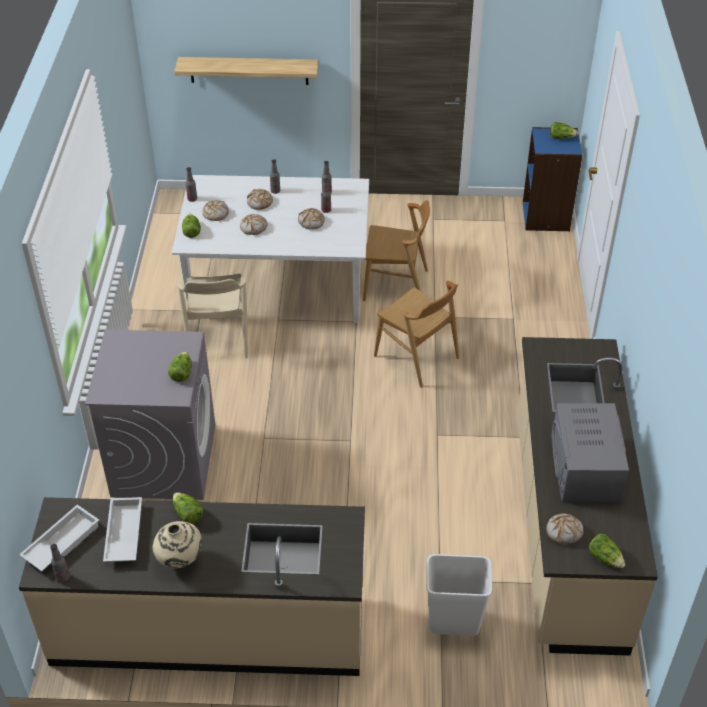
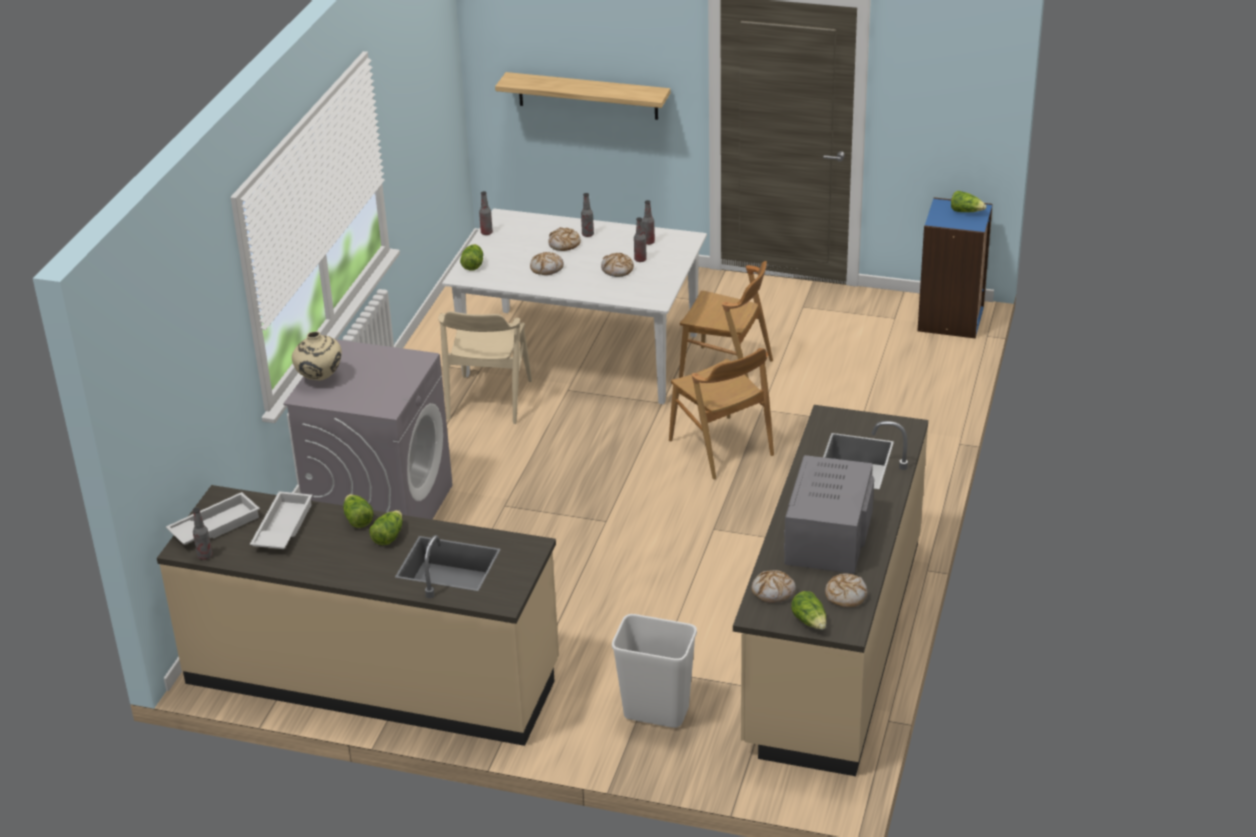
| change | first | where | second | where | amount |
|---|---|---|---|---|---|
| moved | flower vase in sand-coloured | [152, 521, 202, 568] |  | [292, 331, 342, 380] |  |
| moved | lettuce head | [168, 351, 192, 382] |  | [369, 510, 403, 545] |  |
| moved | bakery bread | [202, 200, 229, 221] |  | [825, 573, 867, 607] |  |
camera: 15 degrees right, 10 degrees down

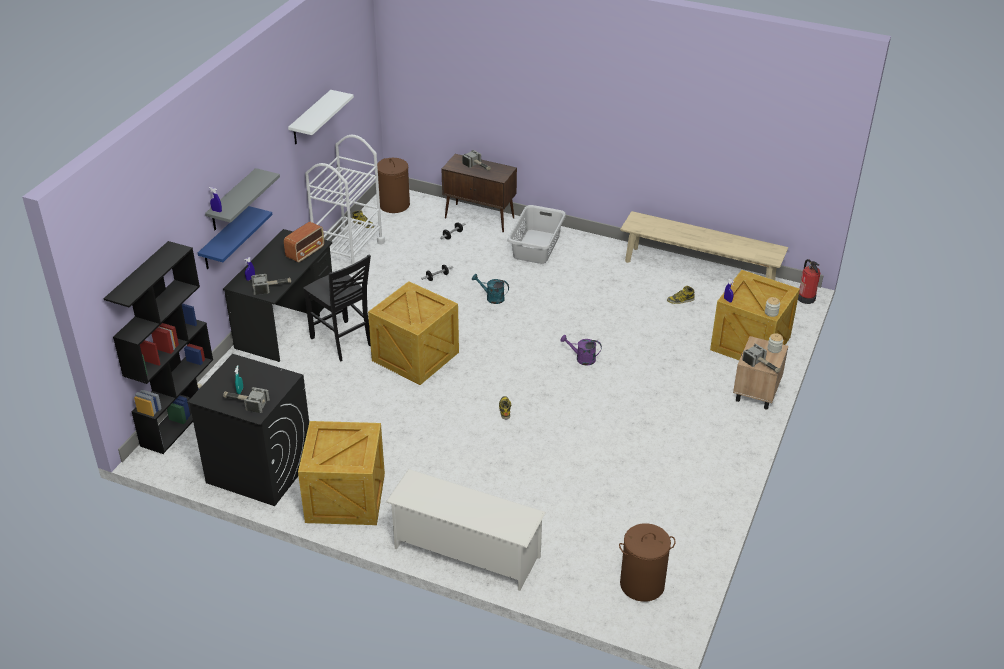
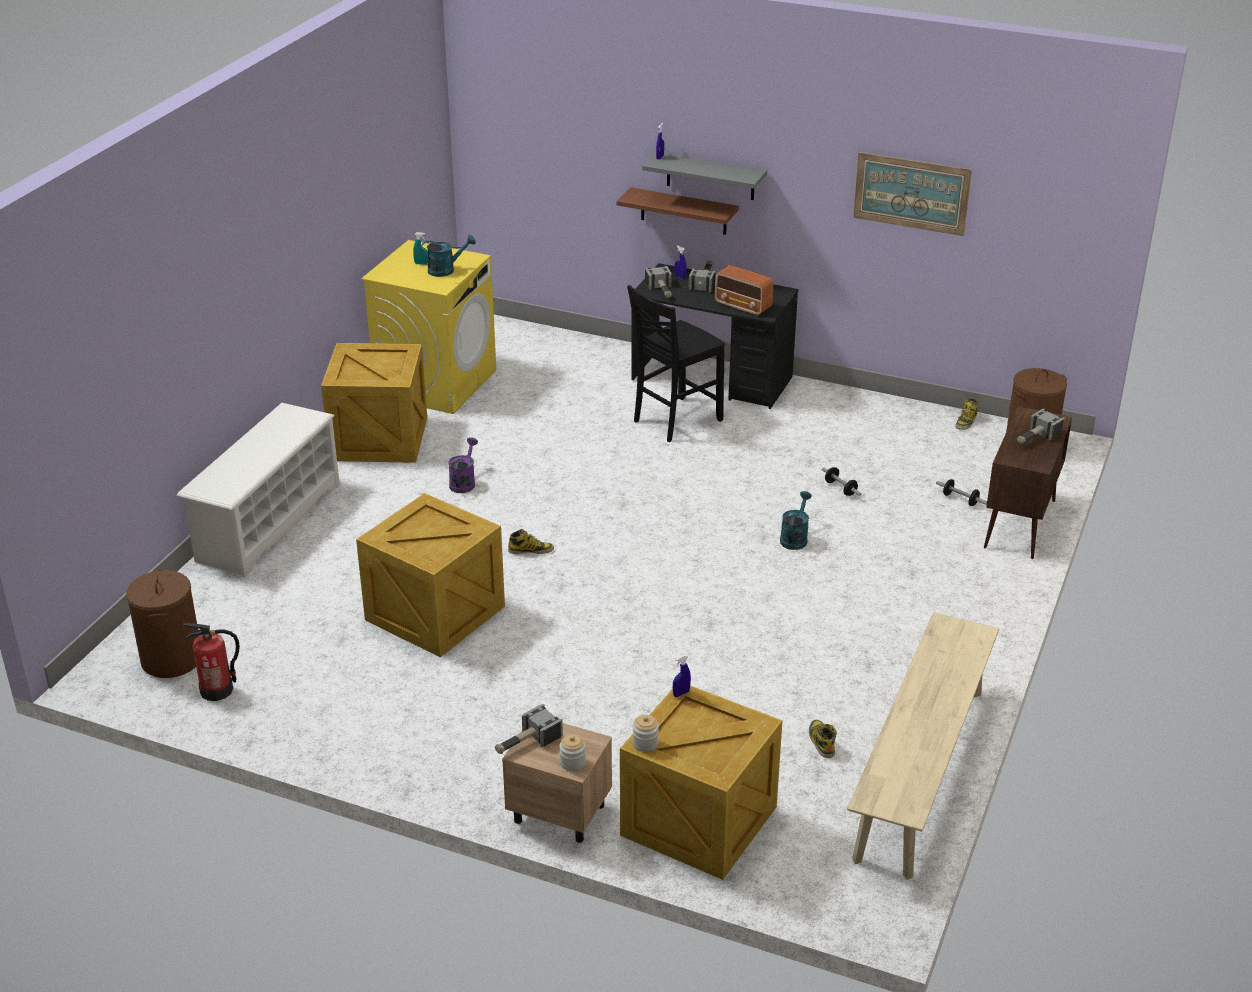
| change | first | where | second | where | amount |
|---|---|---|---|---|---|
| removed | bookshelf in black-coloured | [103, 241, 213, 454] |  |  |  |
| recoloured | washing machine in black-coloured | [187, 354, 309, 506] | washing machine in yellow-coloured | [361, 240, 496, 414] |  |
| recoloured | bracket shelf in blue | [198, 206, 272, 269] | bracket shelf in brown | [616, 188, 739, 235] |  |
| moved | hand hammer | [223, 387, 270, 413] |  | [689, 261, 715, 292] |  |
| replaced | bracket shelf in whitish | [288, 90, 354, 144] | picture | [853, 152, 972, 236] |  |
| removed | wheeled cart in whitish | [305, 135, 385, 275] |  |  |  |
| moved | shipping crate | [368, 281, 459, 385] |  | [356, 493, 505, 657] |  |
| removed | hamper in grey | [507, 205, 566, 264] |  |  |  |
| moved | watering pot in purple | [560, 335, 602, 366] |  | [448, 437, 478, 493] |  |
| moved | fire-fighting cylinder | [798, 259, 821, 304] |  | [184, 623, 240, 701] |  |
| added |  |  | watering pot in turquoise-coloured | [420, 235, 476, 277] |  |
camera: 90 degrees right, 5 degrees down

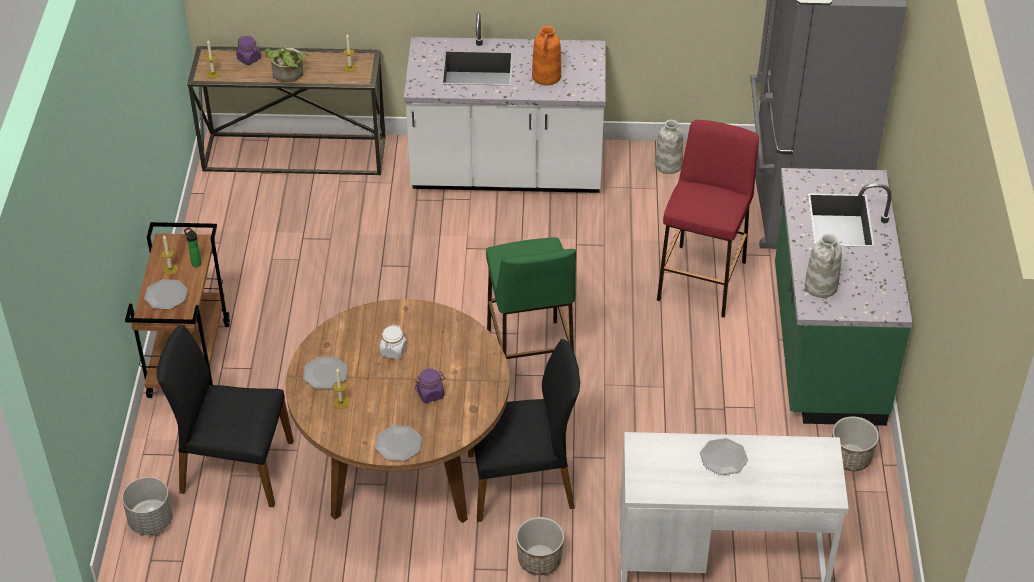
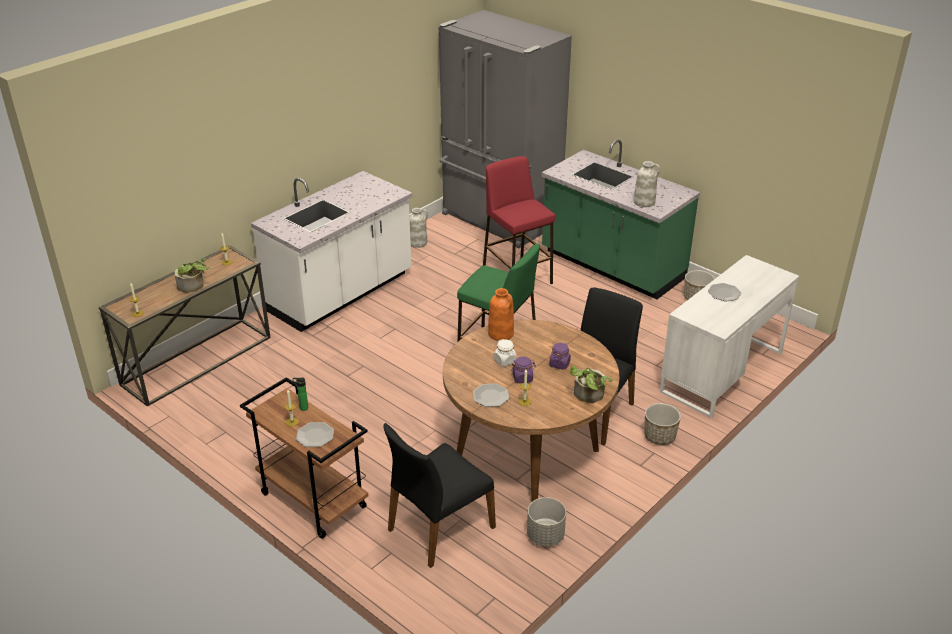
| change | first | where | second | where | amount |
|---|---|---|---|---|---|
| moved | planter in grey | [122, 477, 173, 535] |  | [527, 497, 566, 547] |  |
| moved | storage jar in purple | [236, 36, 261, 65] |  | [511, 356, 536, 383] |  |
| replaced | plate | [375, 425, 422, 461] | houseplant | [570, 366, 613, 403] |  |
| moved | flower vase in orange-coloured | [532, 26, 561, 85] |  | [488, 288, 514, 341] |  |
camera: 50 degrees left, 10 degrees down

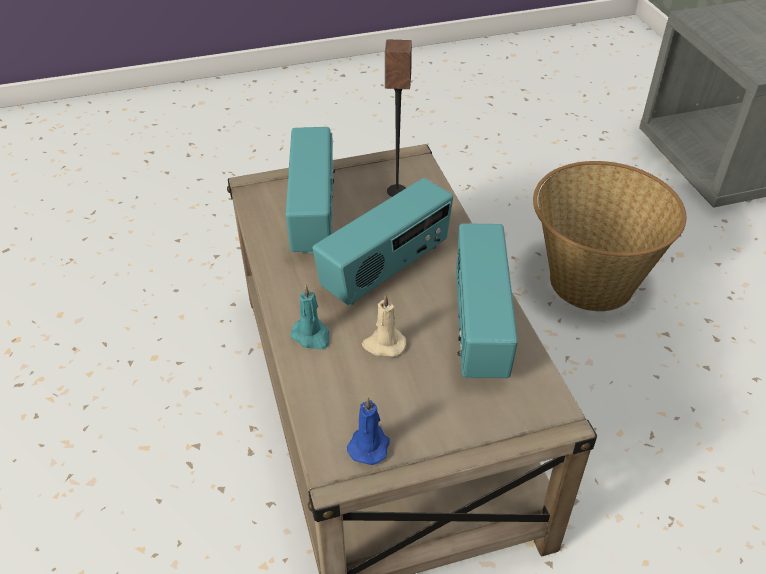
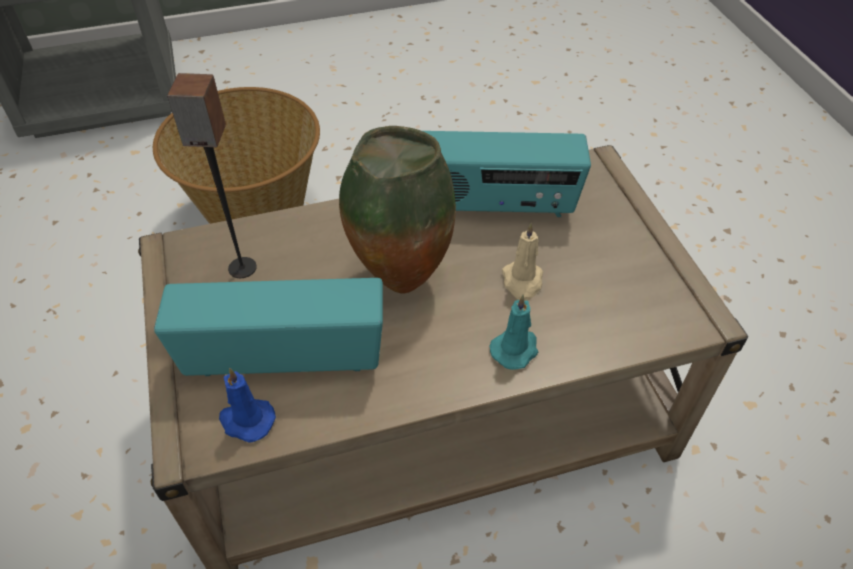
| change | first | where | second | where | amount |
|---|---|---|---|---|---|
| replaced | radio | [313, 178, 453, 306] | flower vase | [339, 126, 456, 293] |  |
| moved | candle in blue | [347, 397, 390, 465] |  | [219, 368, 276, 443] |  |
camera: 90 degrees left, 5 degrees up

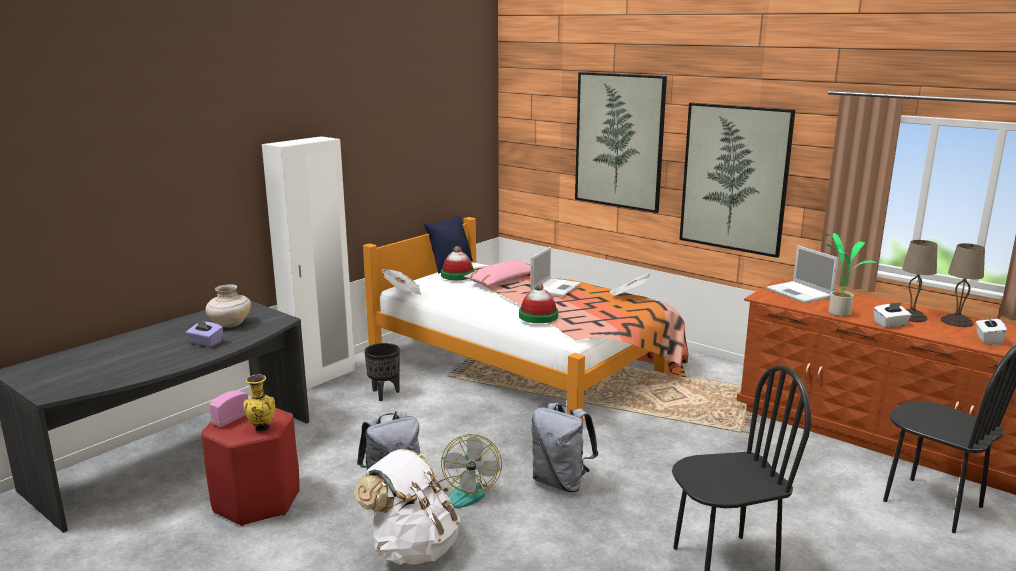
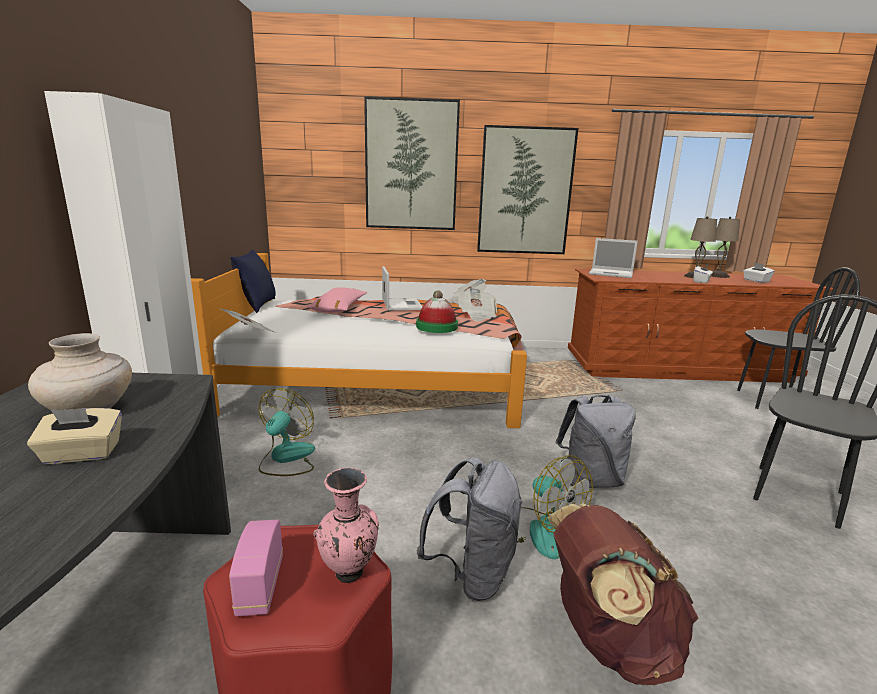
| change | first | where | second | where | amount |
|---|---|---|---|---|---|
| recoloured | box of tissues in purple | [186, 320, 223, 347] | box of tissues in sand-coloured | [27, 408, 122, 464] |  |
| recoloured | flower vase in yellow-coloured | [243, 374, 275, 431] | flower vase in pink | [313, 468, 379, 583] |  |
| recoloured | rucksack in whitish | [354, 449, 460, 565] | rucksack in brown | [548, 503, 699, 685] |  |
| replaced | planter in black-coloured | [364, 343, 400, 401] | electric fan | [259, 388, 315, 476] |  |
| removed | clothing hat | [441, 246, 475, 280] |  |  |  |
| removed | houseplant | [826, 233, 876, 317] |  |  |  |
| added |  |  | daily paper | [457, 288, 497, 322] |  |
camera: 40 degrees left, 0 degrees up

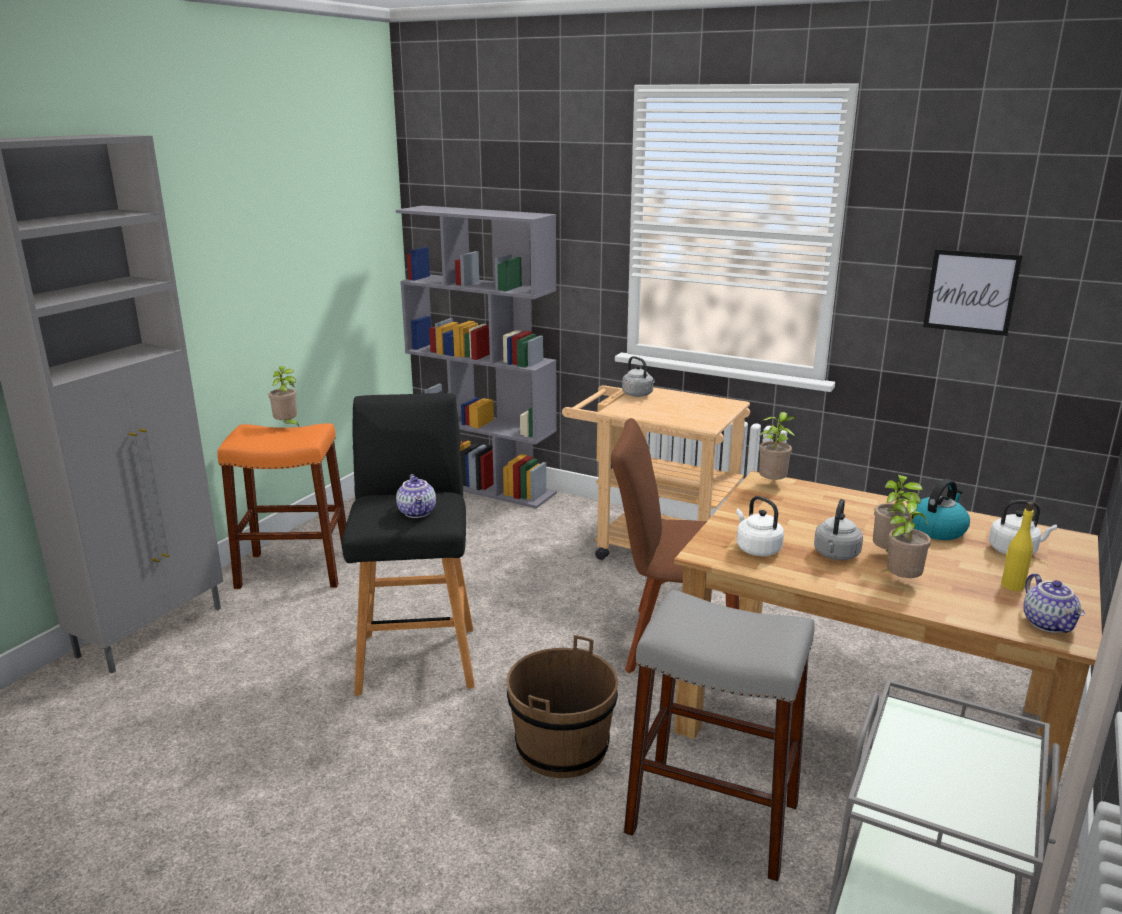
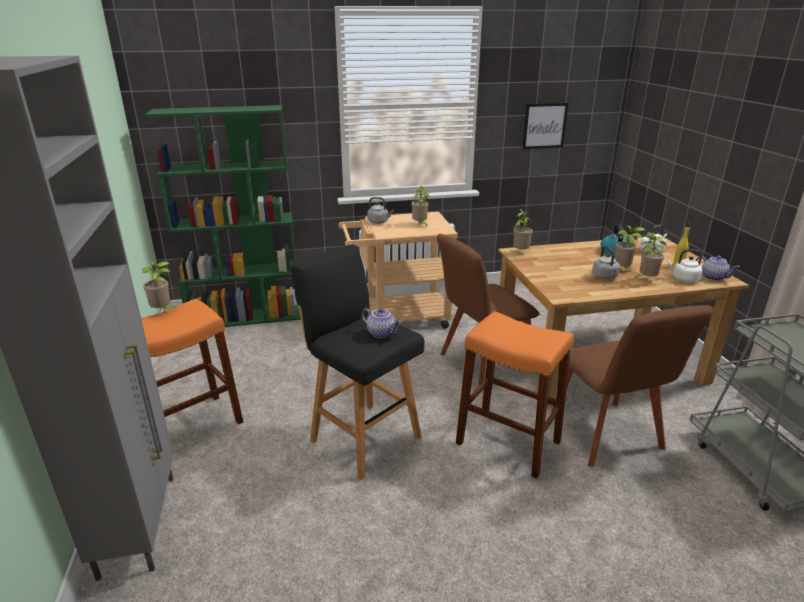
| change | first | where | second | where | amount |
|---|---|---|---|---|---|
| recoloured | bookshelf in grey | [396, 205, 557, 509] | bookshelf in green | [145, 105, 301, 327] |  |
| replaced | bucket in brown | [506, 635, 618, 778] | stool seat in orange-coloured | [456, 311, 574, 479] |  |
| replaced | stool seat in grey | [624, 590, 815, 882] | chair in brown | [551, 305, 713, 467] |  |
| moved | tea kettle in whitish | [736, 496, 784, 556] |  | [667, 249, 703, 283] |  |
| added |  |  | houseplant | [411, 186, 429, 226] |  |
camera: 40 degrees left, 5 degrees up

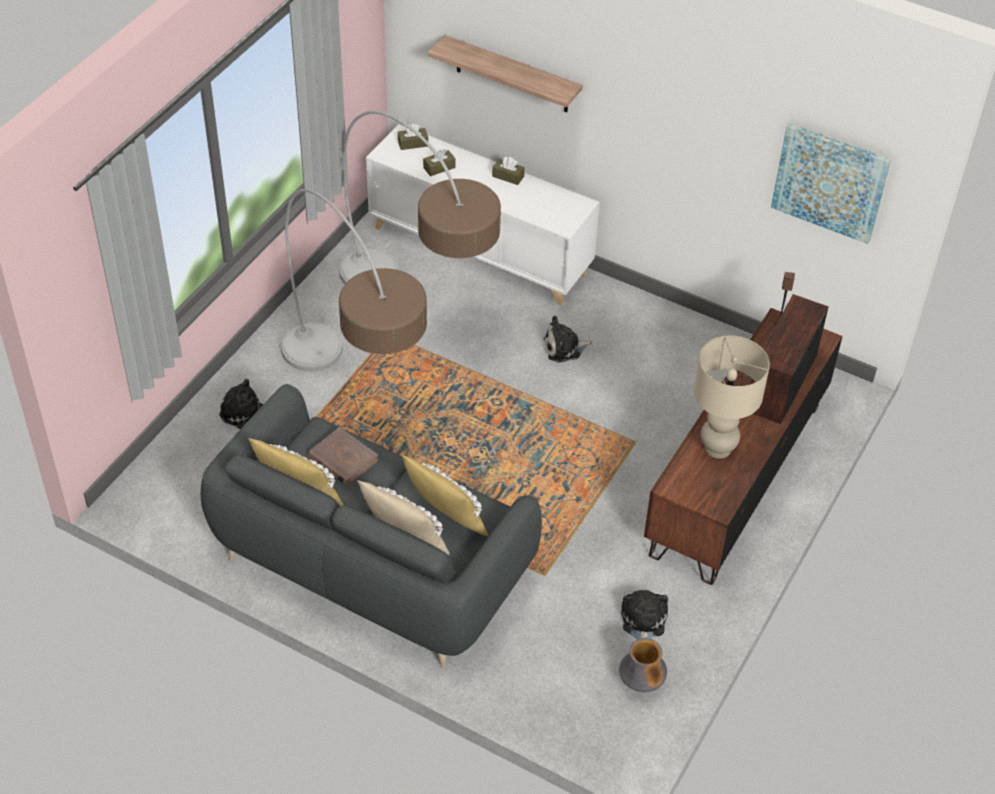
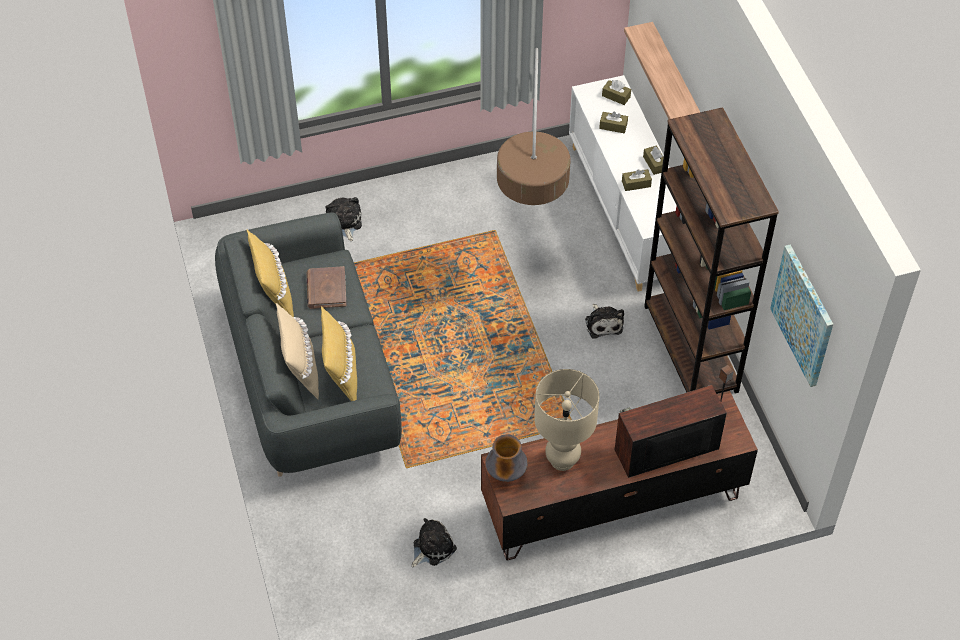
| change | first | where | second | where | amount |
|---|---|---|---|---|---|
| removed | standing lamp | [281, 189, 427, 371] |  |  |  |
| turned | cuddly toy | [544, 315, 592, 362] |  | [585, 304, 624, 339] | 135 degrees counterclockwise |
| moved | flower vase | [619, 638, 667, 692] |  | [486, 434, 528, 482] |  |
| added |  |  | box of tissues in brown | [622, 169, 652, 191] |  |
| added |  |  | bookshelf in brown | [644, 107, 779, 394] |  |
camera: 45 degrees right, 5 degrees up

